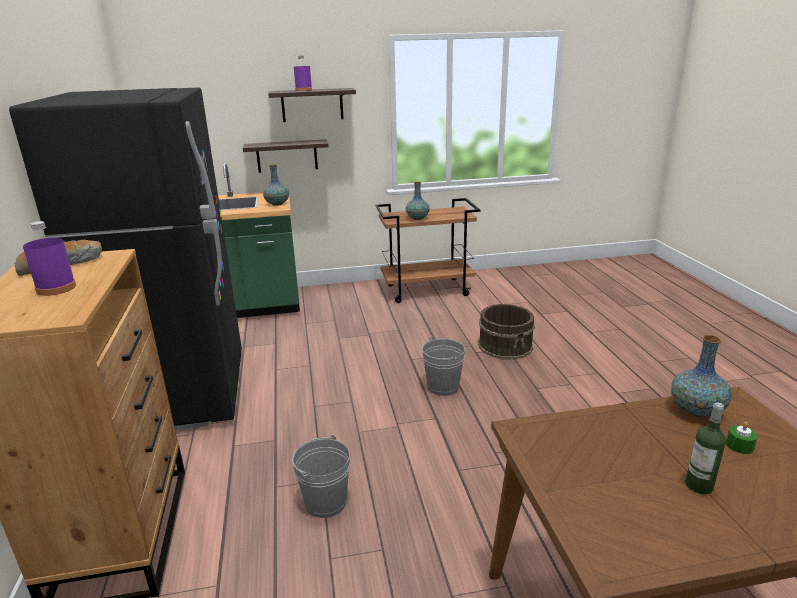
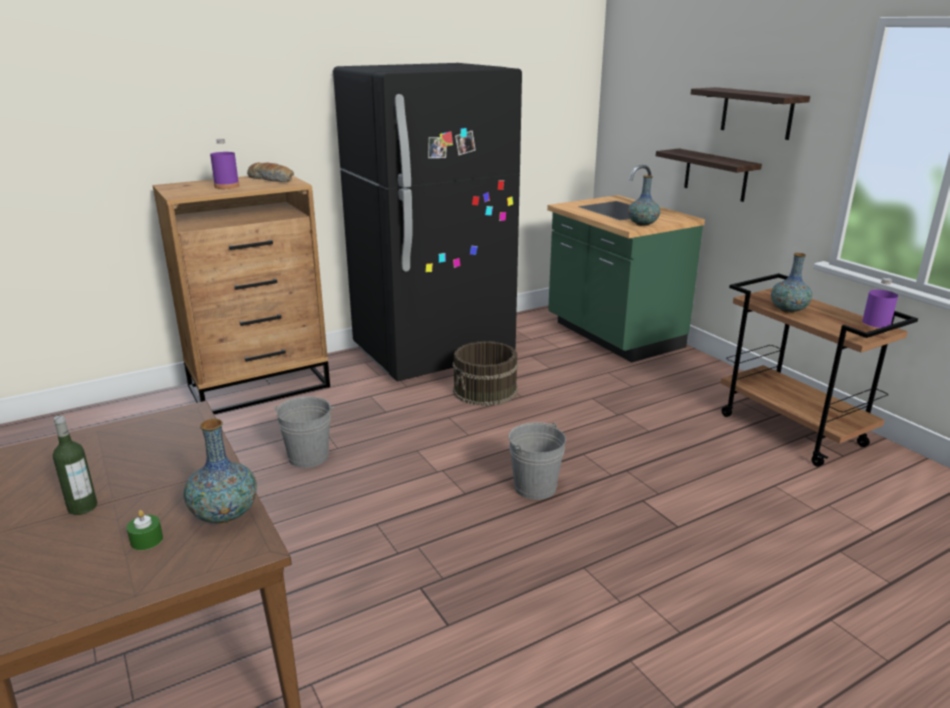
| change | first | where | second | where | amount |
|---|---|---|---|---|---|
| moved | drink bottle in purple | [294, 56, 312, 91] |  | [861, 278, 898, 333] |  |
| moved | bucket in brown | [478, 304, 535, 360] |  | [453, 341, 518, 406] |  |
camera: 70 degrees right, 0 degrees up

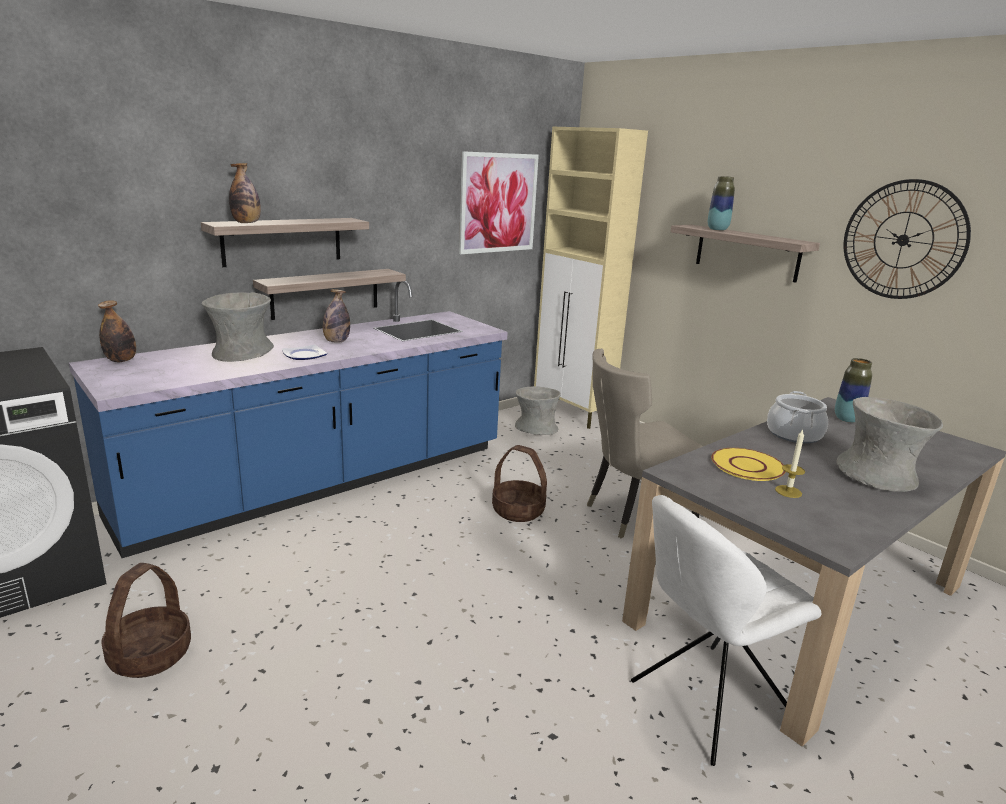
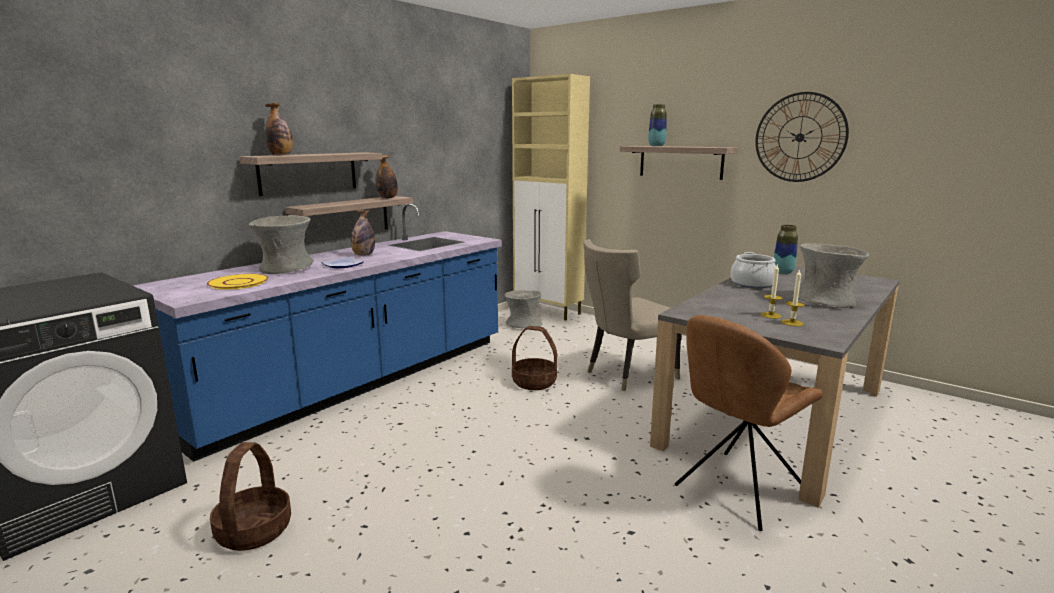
| change | first | where | second | where | amount |
|---|---|---|---|---|---|
| moved | drink bottle | [98, 300, 136, 362] |  | [375, 155, 398, 199] |  |
| removed | picture | [459, 151, 539, 254] |  |  |  |
| recoloured | chair in whitish | [631, 495, 821, 766] | chair in brown | [675, 315, 823, 531] |  |
| moved | plate in yellow-coloured | [711, 448, 785, 481] |  | [207, 274, 268, 290] |  |
| added |  |  | candle | [781, 269, 805, 326] |  |
camera: 10 degrees left, 5 degrees down

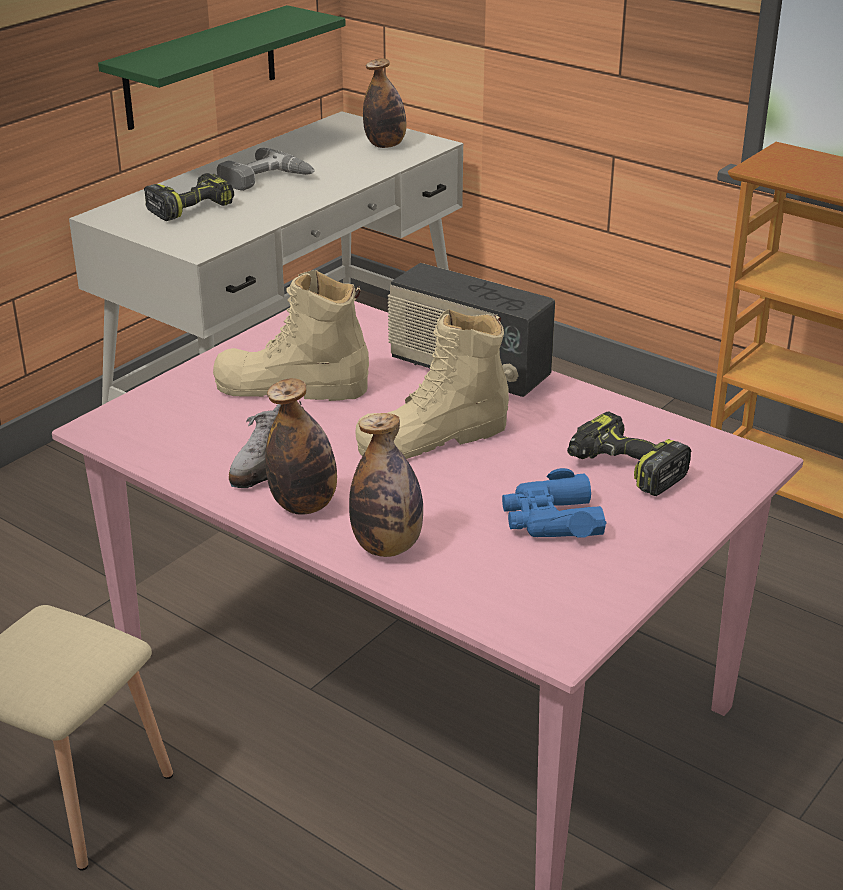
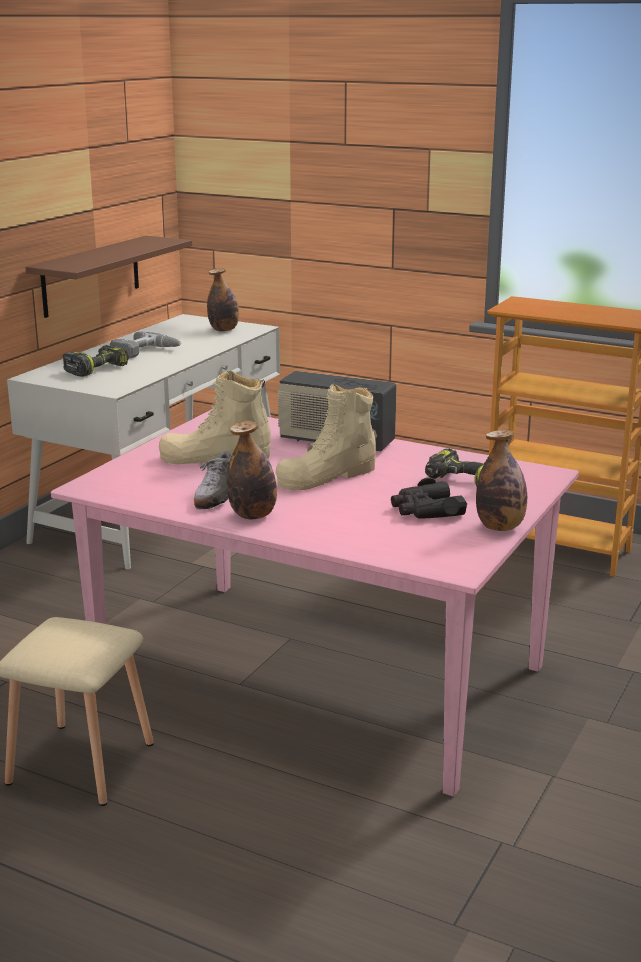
| change | first | where | second | where | amount |
|---|---|---|---|---|---|
| recoloured | bracket shelf in green | [98, 5, 346, 130] | bracket shelf in brown | [25, 236, 192, 318] |  |
| moved | drink bottle | [349, 413, 423, 557] |  | [476, 430, 527, 531] |  |
| recoloured | field glasses in blue | [502, 468, 607, 538] | field glasses in black-coloured | [391, 477, 467, 519] |  |
camera: 10 degrees left, 10 degrees down

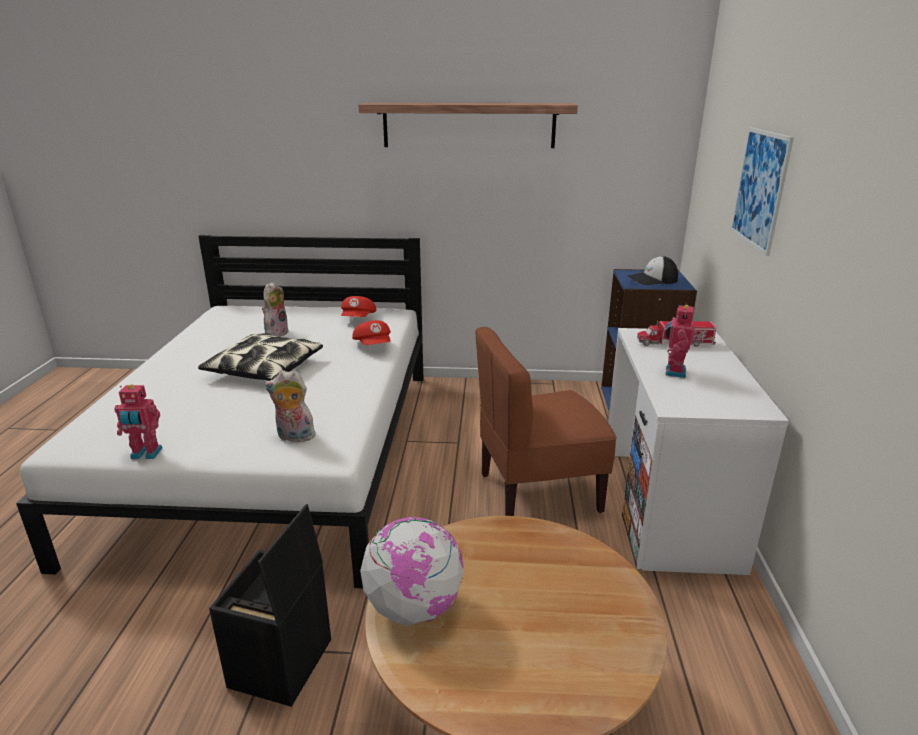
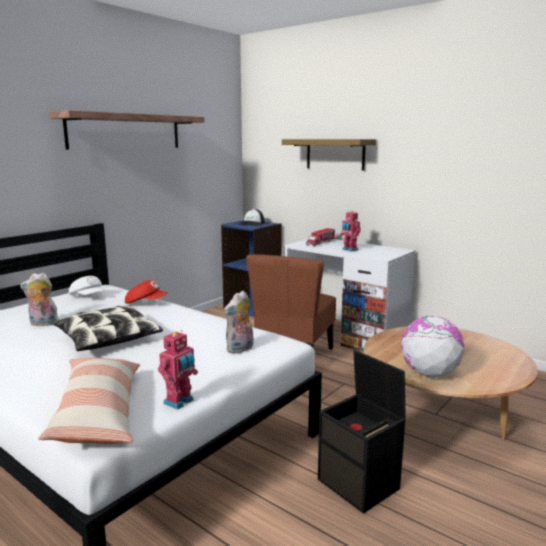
| change | first | where | second | where | amount |
|---|---|---|---|---|---|
| turned | cuddly toy | [262, 282, 289, 337] |  | [20, 273, 59, 326] | 60 degrees counterclockwise |
| recoloured | peaked cap in reddish | [341, 296, 376, 317] | peaked cap in whitish | [69, 276, 104, 295] |  |
| replaced | picture | [730, 127, 794, 256] | bracket shelf | [282, 139, 376, 170] |  |
| added |  |  | throw pillow | [38, 357, 140, 444] |  |
camera: 55 degrees left, 10 degrees down

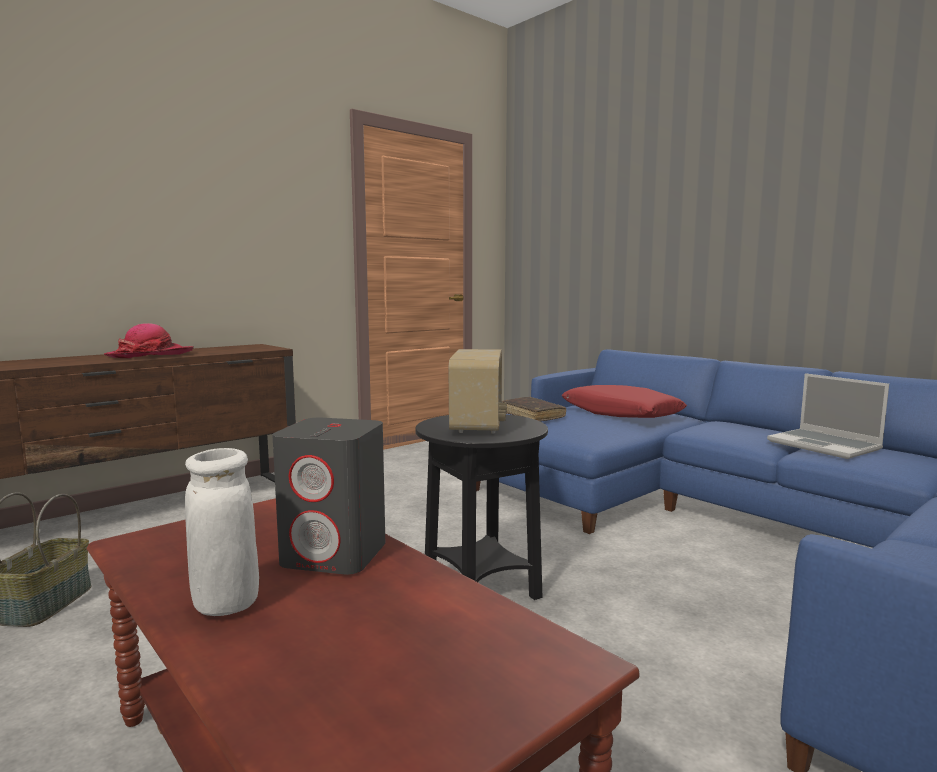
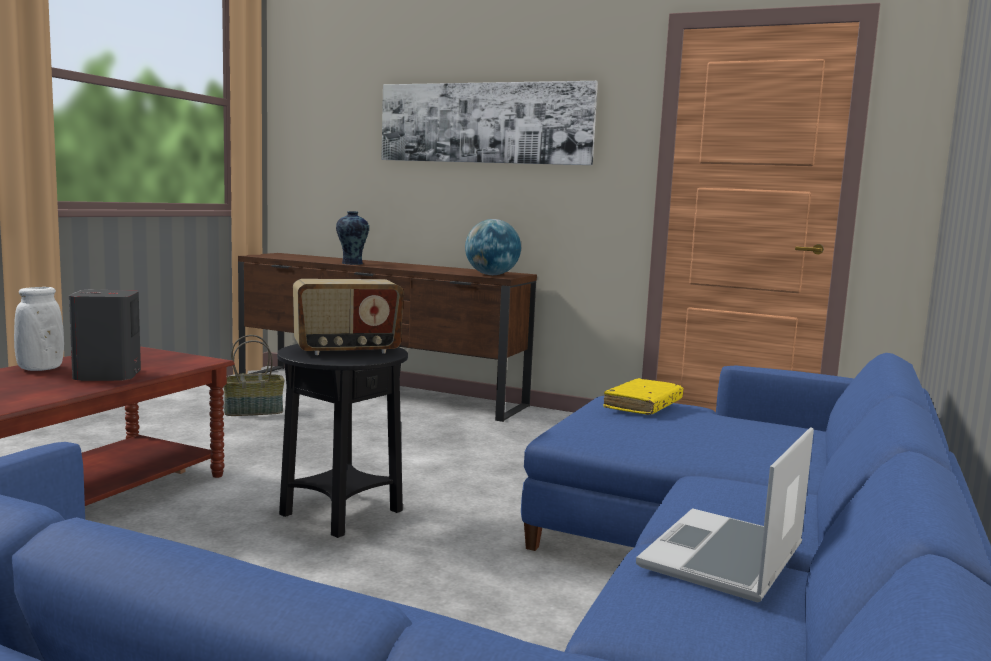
| change | first | where | second | where | amount |
|---|---|---|---|---|---|
| removed | clothing hat | [104, 323, 194, 358] |  |  |  |
| recoloured | volume in brown | [503, 397, 566, 422] | volume in yellow-coloured | [604, 378, 683, 415] |  |
| removed | throw pillow in reddish | [562, 385, 687, 418] |  |  |  |
| added |  |  | flower vase | [336, 211, 369, 265] |  |
| added |  |  | picture | [381, 81, 598, 165] |  |
| added |  |  | globe | [465, 219, 521, 275] |  |
camera: 65 degrees right, 0 degrees up

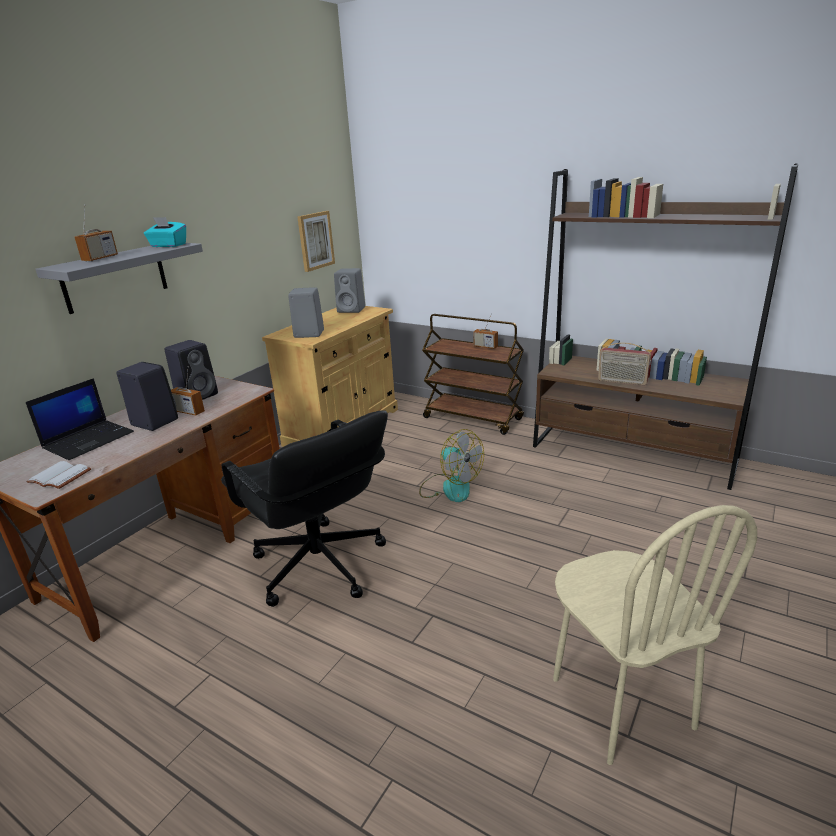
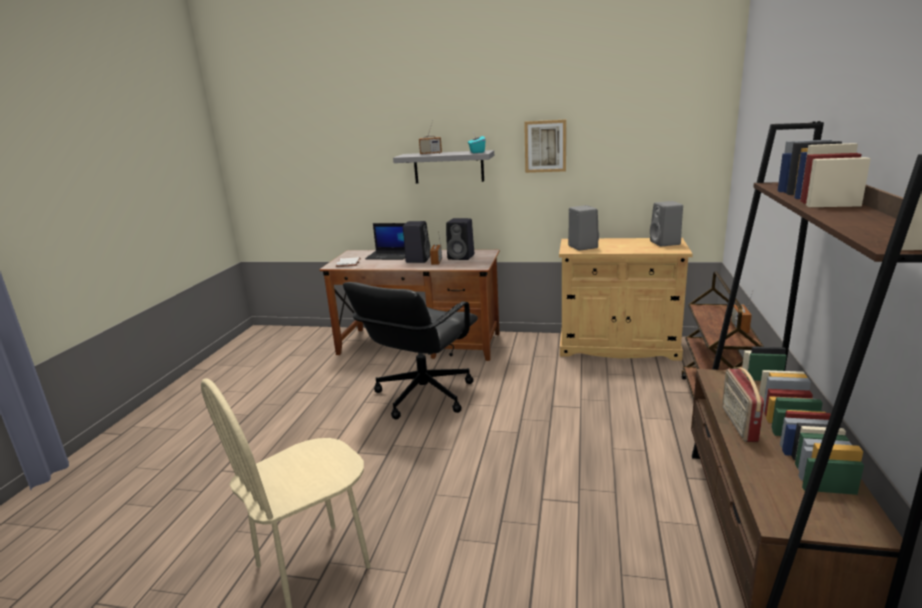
| change | first | where | second | where | amount |
|---|---|---|---|---|---|
| moved | picture | [297, 211, 335, 272] |  | [524, 119, 566, 173] |  |
| removed | electric fan | [419, 429, 484, 502] |  |  |  |
camera: 70 degrees right, 5 degrees down

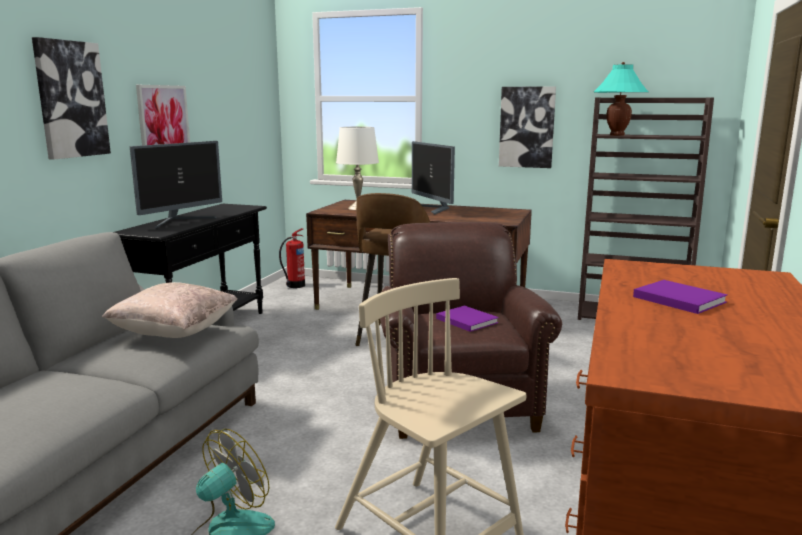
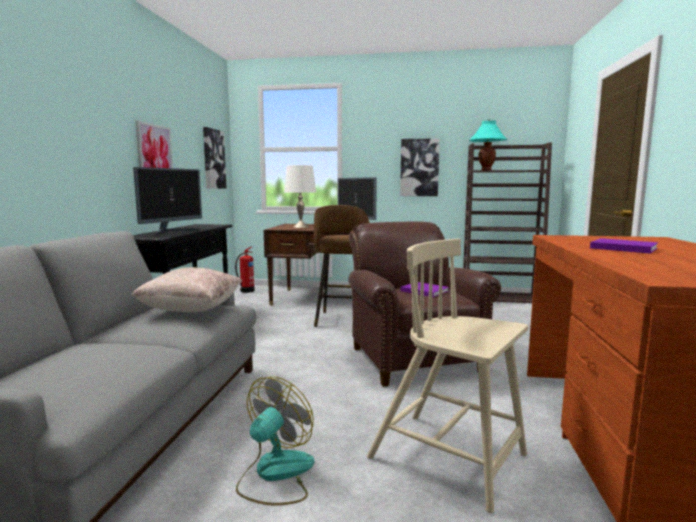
| change | first | where | second | where | amount |
|---|---|---|---|---|---|
| moved | picture | [32, 37, 111, 160] |  | [203, 127, 226, 189] |  |
camera: 10 degrees left, 5 degrees down

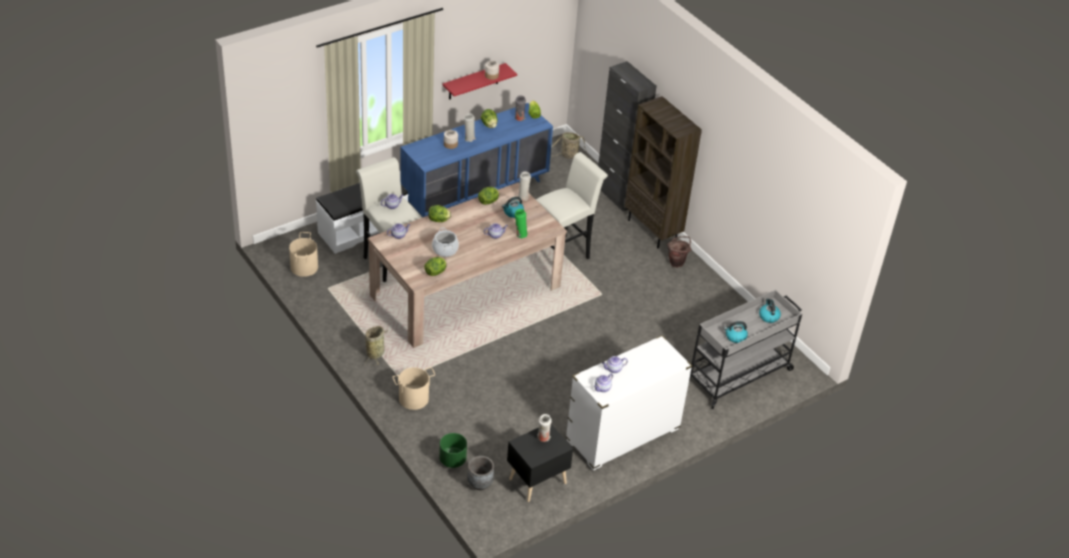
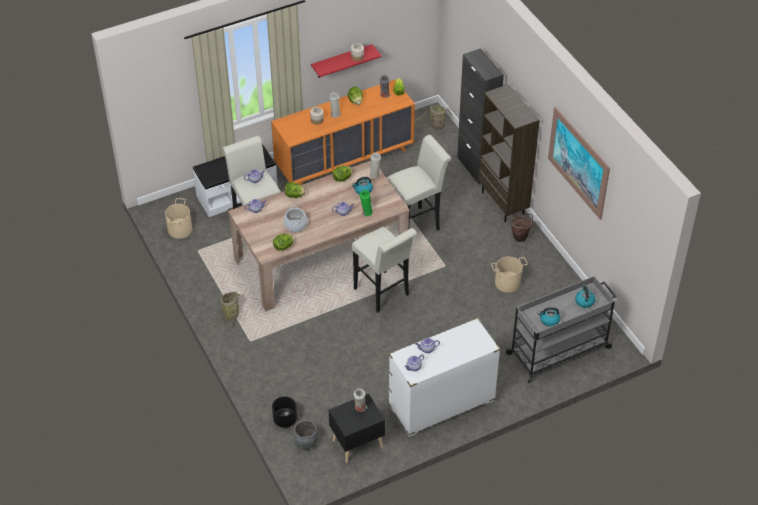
| change | first | where | second | where | amount |
|---|---|---|---|---|---|
| moved | bucket in sand-coloured | [393, 367, 435, 410] |  | [491, 257, 527, 293] |  |
| recoloured | dresser in blue | [400, 103, 553, 217] | dresser in orange-coloured | [271, 79, 415, 185] |  |
| recoloured | planter in green | [439, 433, 467, 468] | planter in black-coloured | [272, 397, 297, 428] |  |
| added |  |  | stool seat in whitish | [352, 227, 417, 312] |  |
| added |  |  | picture | [548, 107, 610, 220] |  |
camera: 10 degrees right, 5 degrees up

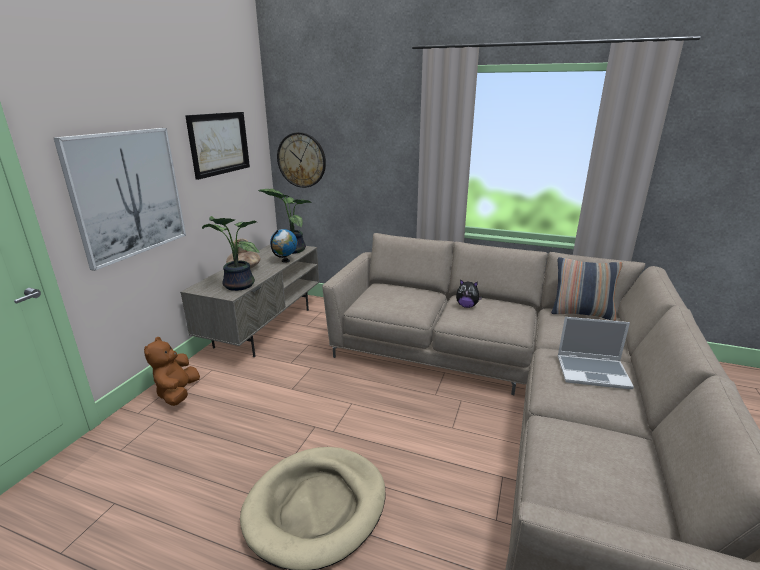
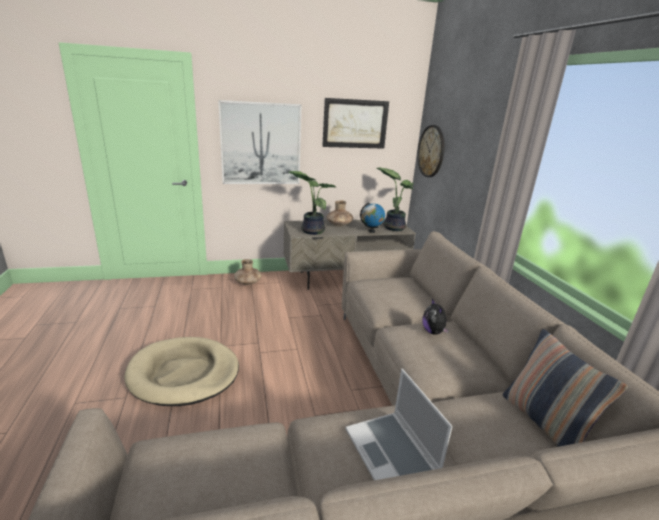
| change | first | where | second | where | amount |
|---|---|---|---|---|---|
| replaced | cuddly toy in brown | [144, 337, 200, 406] | flower vase in brown | [234, 259, 262, 285] |  |
camera: 55 degrees right, 0 degrees up

